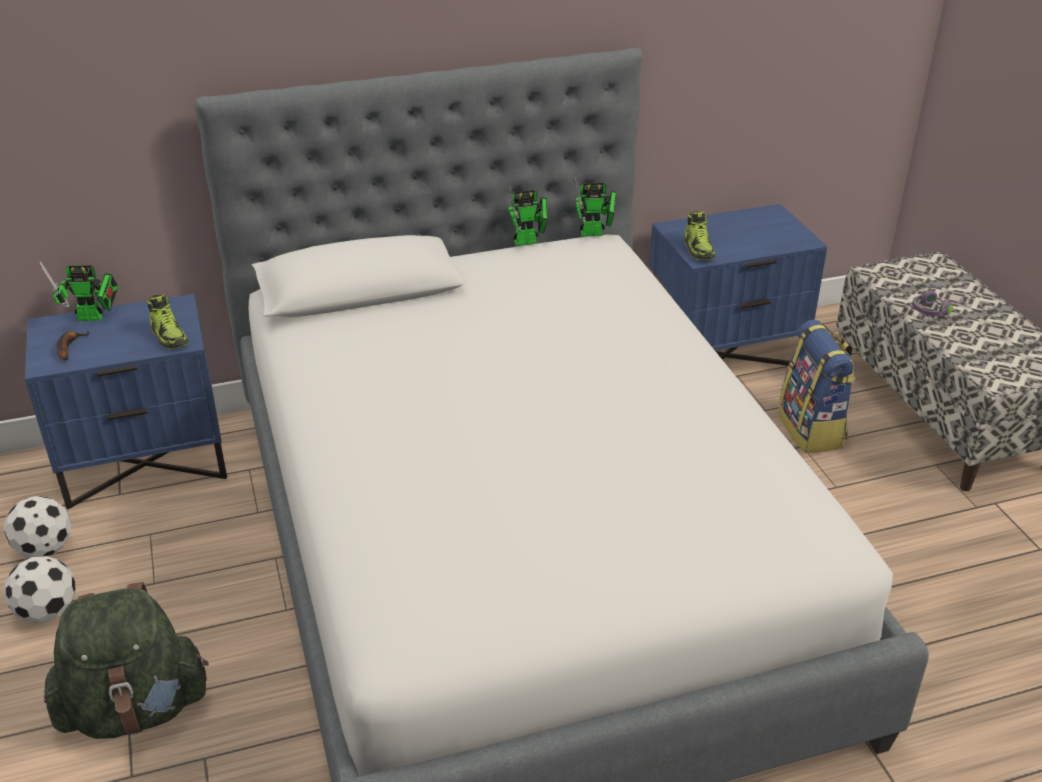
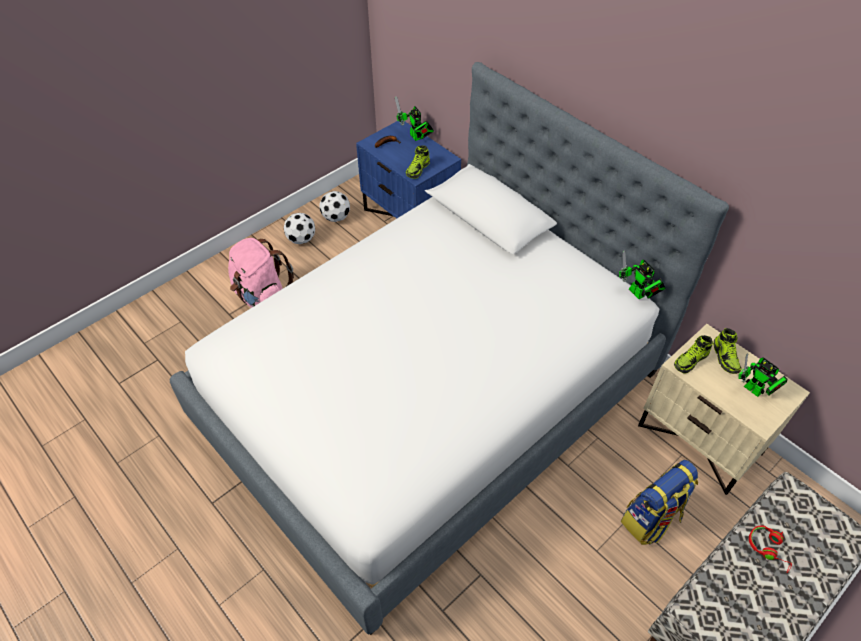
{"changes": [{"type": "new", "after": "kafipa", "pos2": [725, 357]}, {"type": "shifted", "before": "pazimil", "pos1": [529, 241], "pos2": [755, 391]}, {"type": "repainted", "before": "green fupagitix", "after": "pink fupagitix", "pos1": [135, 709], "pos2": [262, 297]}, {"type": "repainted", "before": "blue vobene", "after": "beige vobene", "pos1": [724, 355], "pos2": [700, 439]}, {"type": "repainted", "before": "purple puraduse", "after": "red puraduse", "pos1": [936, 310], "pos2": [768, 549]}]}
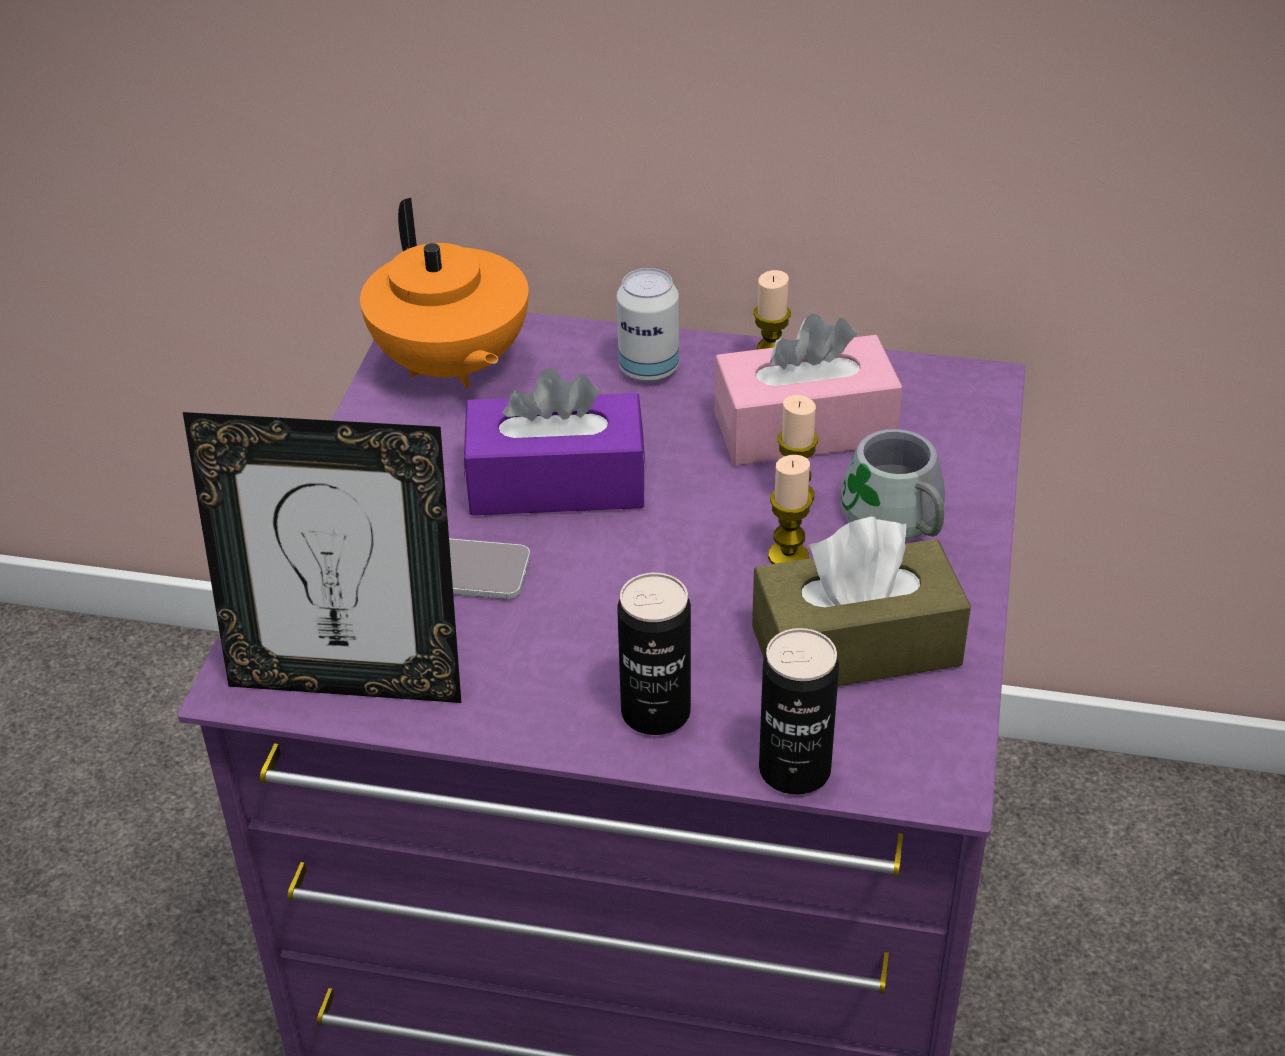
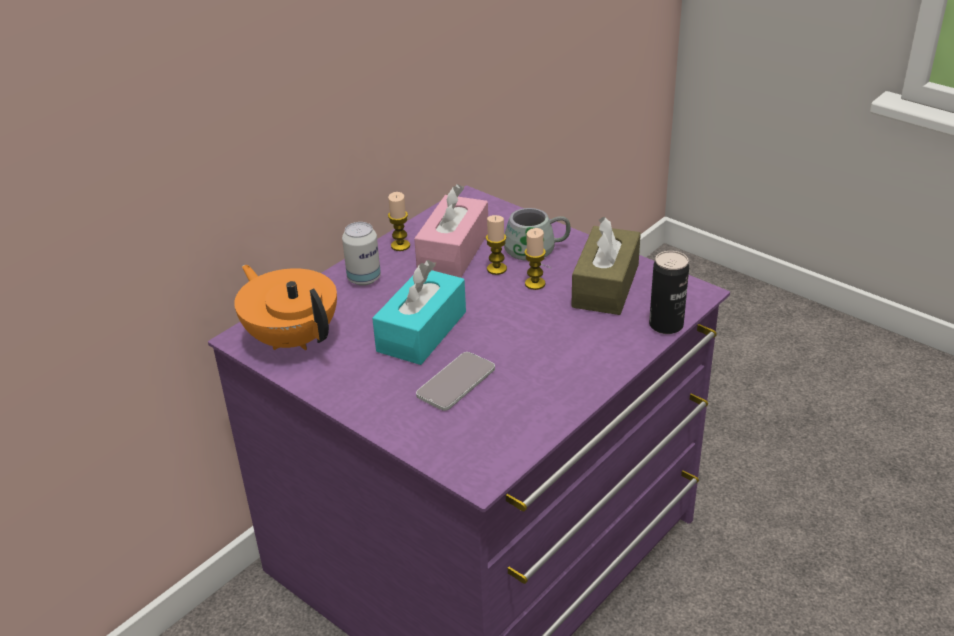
{"changes": [{"type": "gone", "before": "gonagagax", "pos1": [348, 680]}, {"type": "gone", "before": "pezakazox", "pos1": [655, 712]}, {"type": "repainted", "before": "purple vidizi", "after": "turquoise vidizi", "pos1": [556, 483], "pos2": [422, 331]}, {"type": "rotated", "before": "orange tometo", "pos1": [451, 366], "pos2": [292, 338], "turn": -135}]}
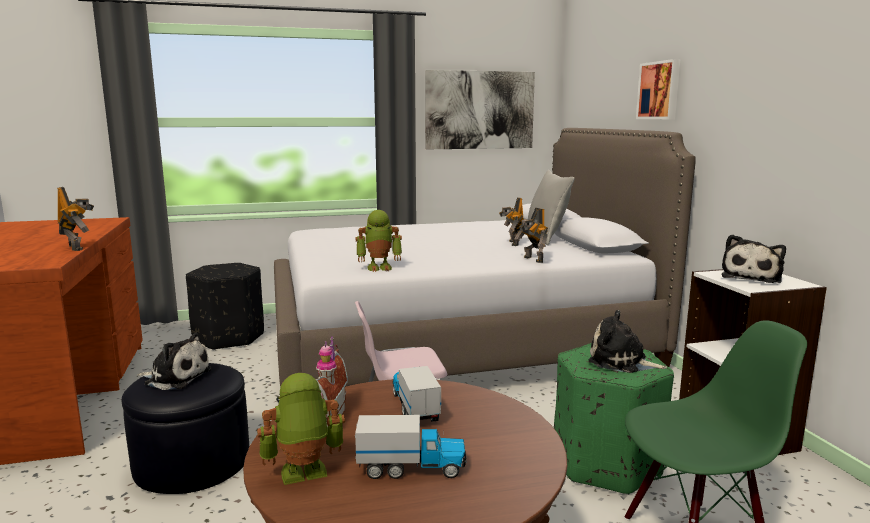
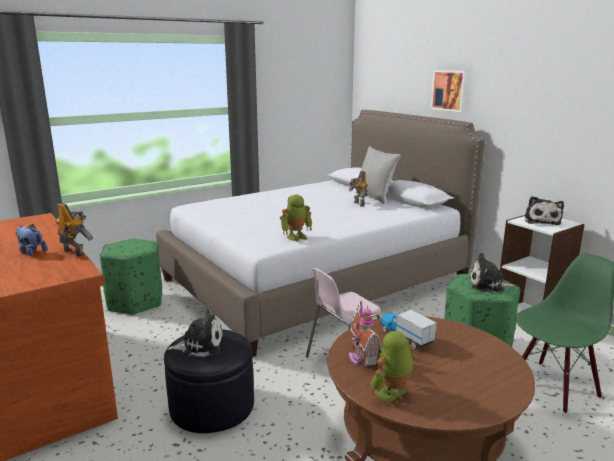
{"changes": [{"type": "gone", "before": "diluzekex", "pos1": [411, 468]}, {"type": "gone", "before": "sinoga", "pos1": [480, 110]}, {"type": "gone", "before": "pazimil", "pos1": [532, 260]}, {"type": "new", "after": "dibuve", "pos2": [31, 252]}, {"type": "repainted", "before": "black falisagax", "after": "green falisagax", "pos1": [229, 337], "pos2": [135, 302]}]}
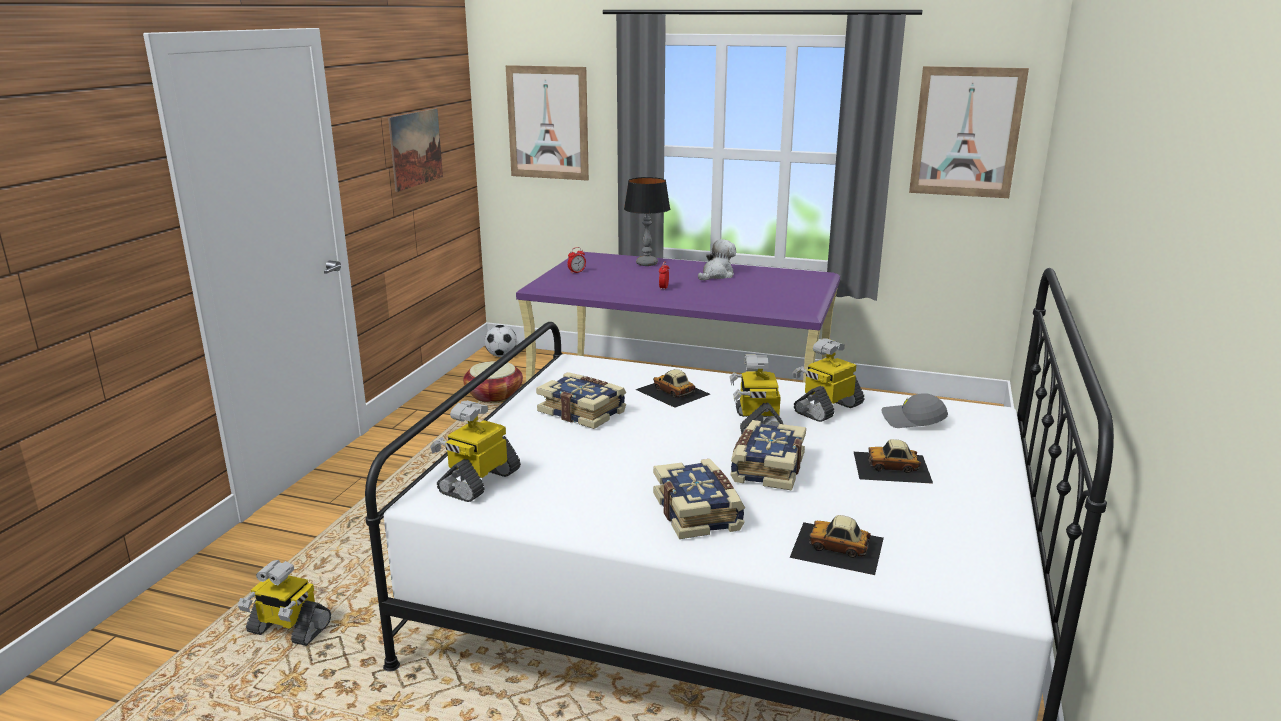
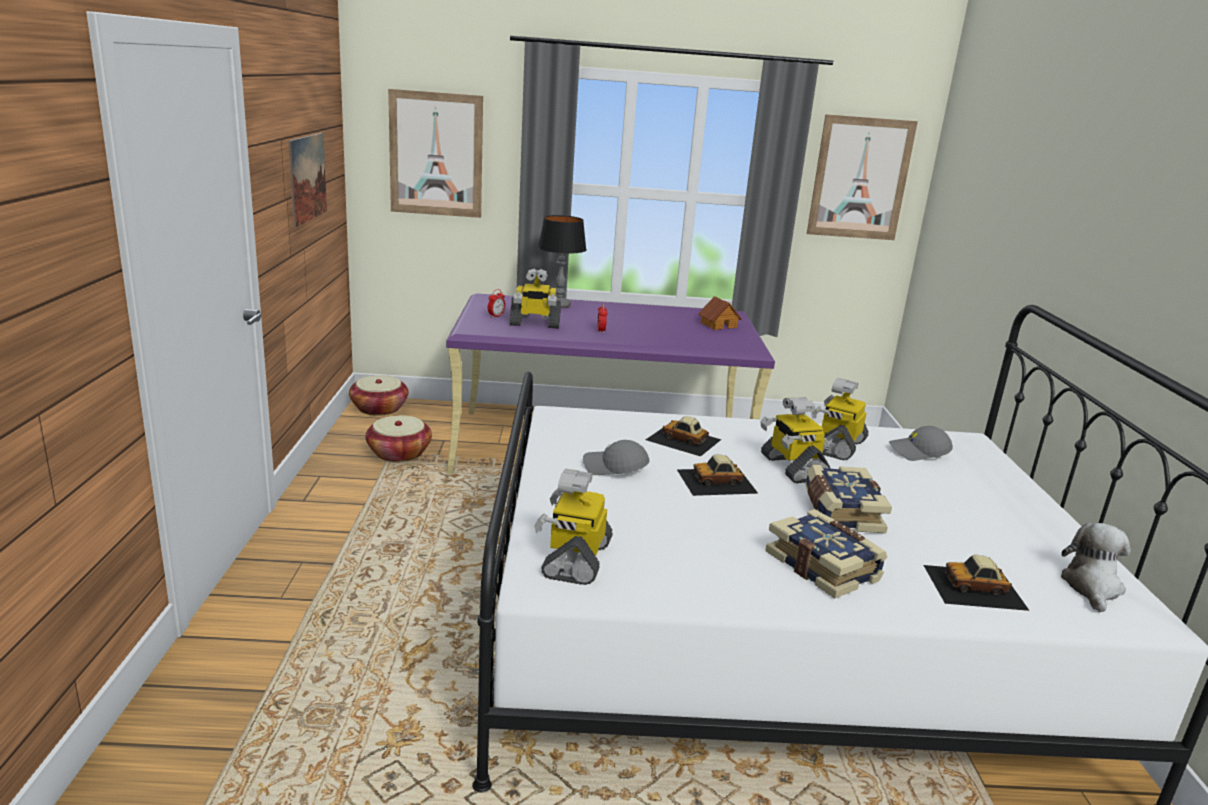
{"changes": [{"type": "new", "after": "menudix", "pos2": [718, 325]}, {"type": "shifted", "before": "pazimil", "pos1": [288, 629], "pos2": [534, 324]}, {"type": "shifted", "before": "dibuve", "pos1": [717, 275], "pos2": [1091, 587]}, {"type": "shifted", "before": "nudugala", "pos1": [892, 467], "pos2": [717, 481]}, {"type": "swapped", "before": "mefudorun", "after": "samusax", "pos1": [501, 356], "pos2": [379, 408]}, {"type": "swapped", "before": "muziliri", "after": "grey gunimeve", "pos1": [583, 412], "pos2": [614, 468]}]}
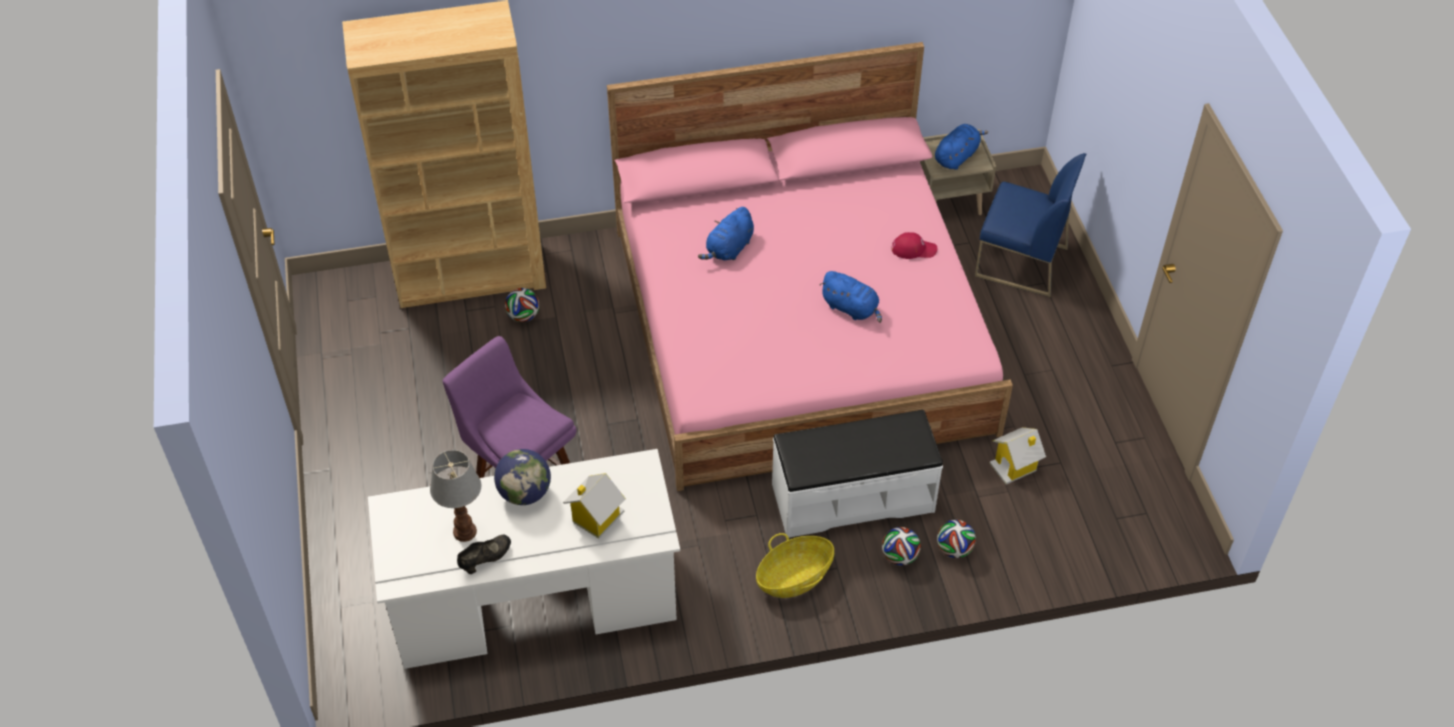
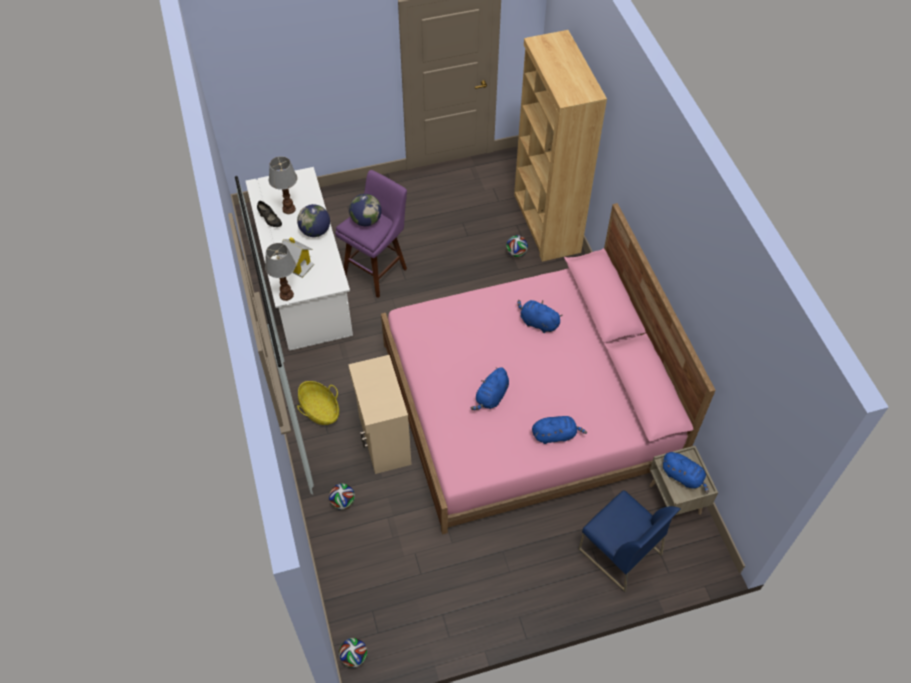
{"changes": [{"type": "gone", "before": "menudix", "pos1": [1015, 466]}, {"type": "new", "after": "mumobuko", "pos2": [287, 295]}, {"type": "new", "after": "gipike", "pos2": [366, 220]}, {"type": "shifted", "before": "mefudorun", "pos1": [899, 556], "pos2": [354, 657]}, {"type": "swapped", "before": "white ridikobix", "after": "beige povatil", "pos1": [852, 497], "pos2": [383, 440]}, {"type": "swapped", "before": "red gunimeve", "after": "blue dibuve", "pos1": [913, 249], "pos2": [555, 435]}, {"type": "rotated", "before": "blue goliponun", "pos1": [1020, 262], "pos2": [619, 551], "turn": -60}]}
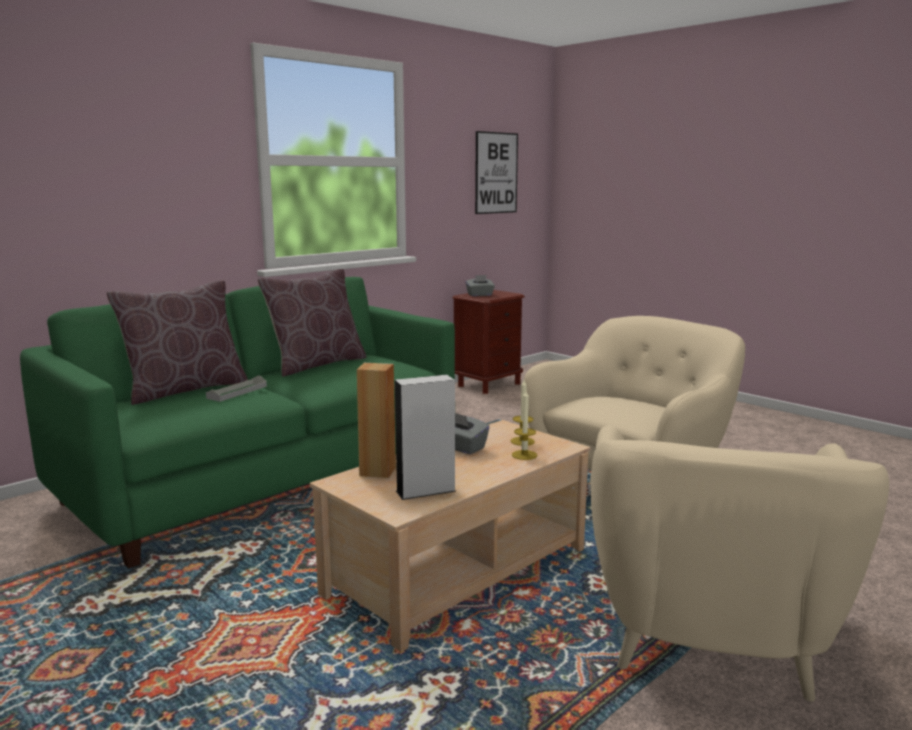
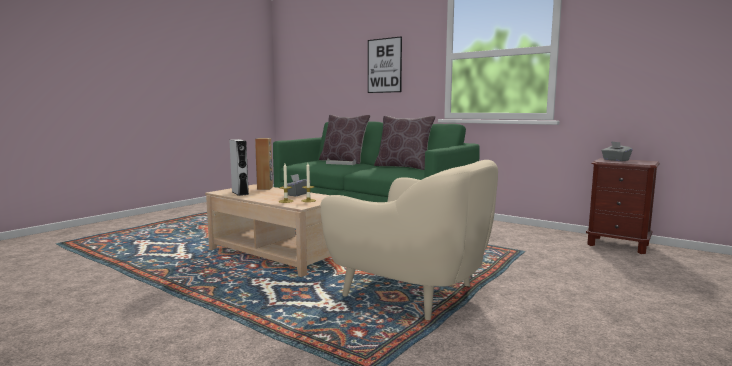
{"changes": [{"type": "gone", "before": "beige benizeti", "pos1": [707, 637]}, {"type": "shifted", "before": "sinoga", "pos1": [496, 173], "pos2": [384, 65]}]}
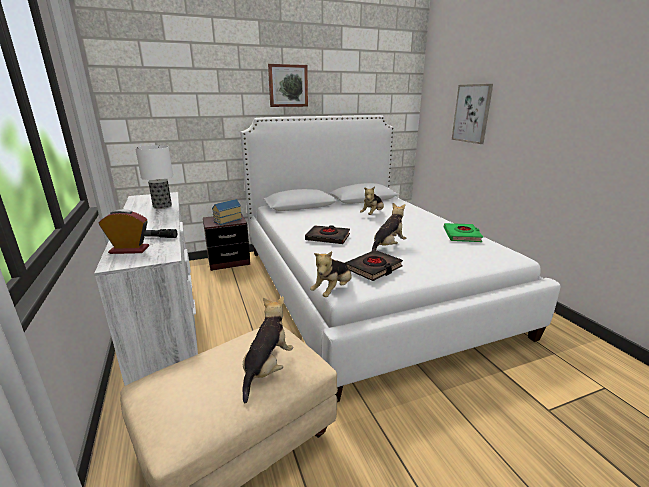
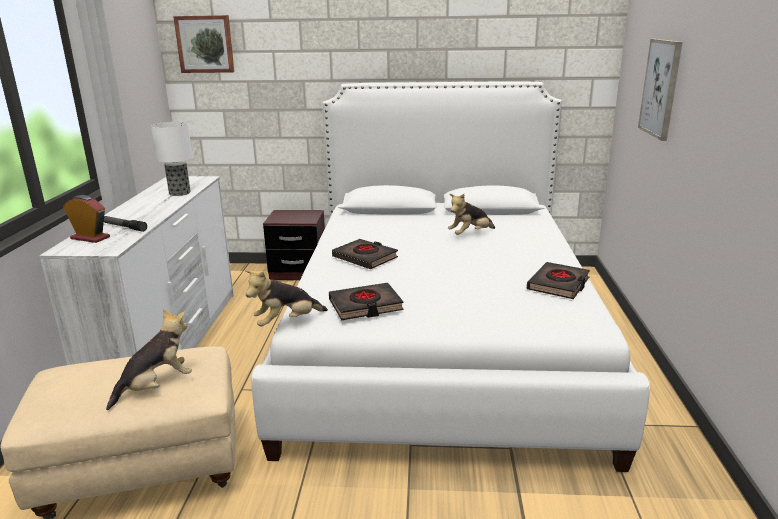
{"changes": [{"type": "gone", "before": "menudix", "pos1": [226, 220]}, {"type": "gone", "before": "dibuve", "pos1": [388, 246]}, {"type": "shifted", "before": "sinoga", "pos1": [288, 86], "pos2": [205, 44]}, {"type": "repainted", "before": "green muziliri", "after": "black muziliri", "pos1": [462, 235], "pos2": [558, 284]}]}
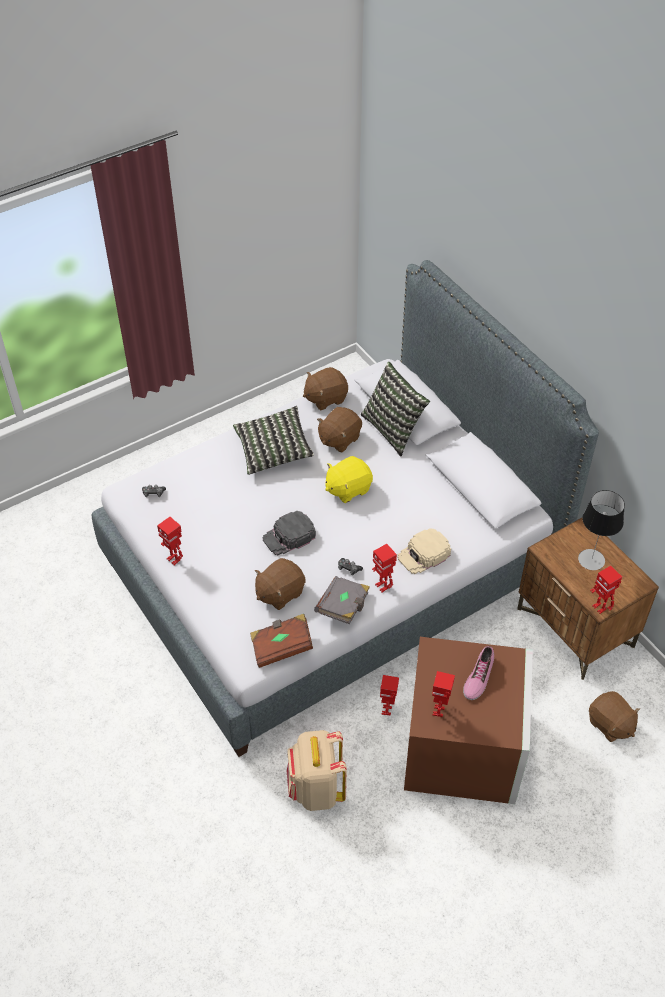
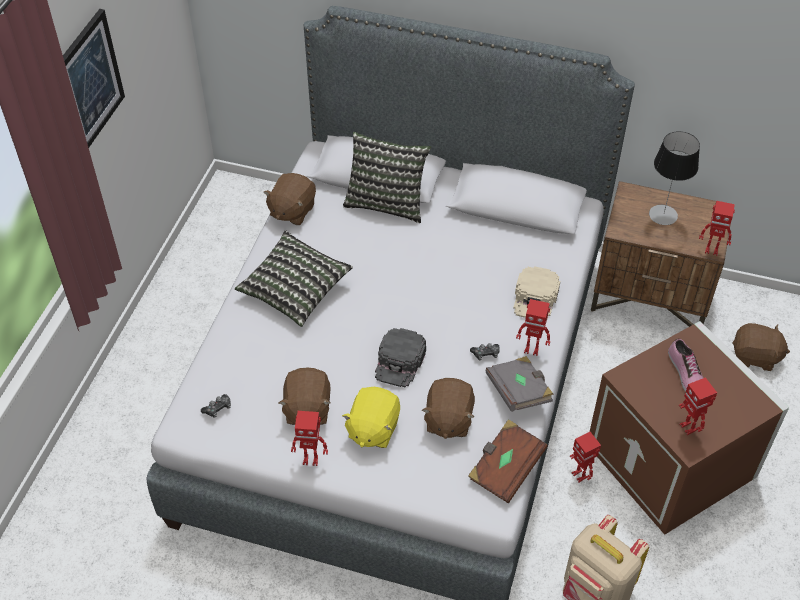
{"changes": [{"type": "new", "after": "sinoga", "pos2": [89, 81]}, {"type": "shifted", "before": "brown dibuve", "pos1": [339, 439], "pos2": [307, 409]}, {"type": "shifted", "before": "yellow dibuve", "pos1": [348, 488], "pos2": [372, 429]}]}
